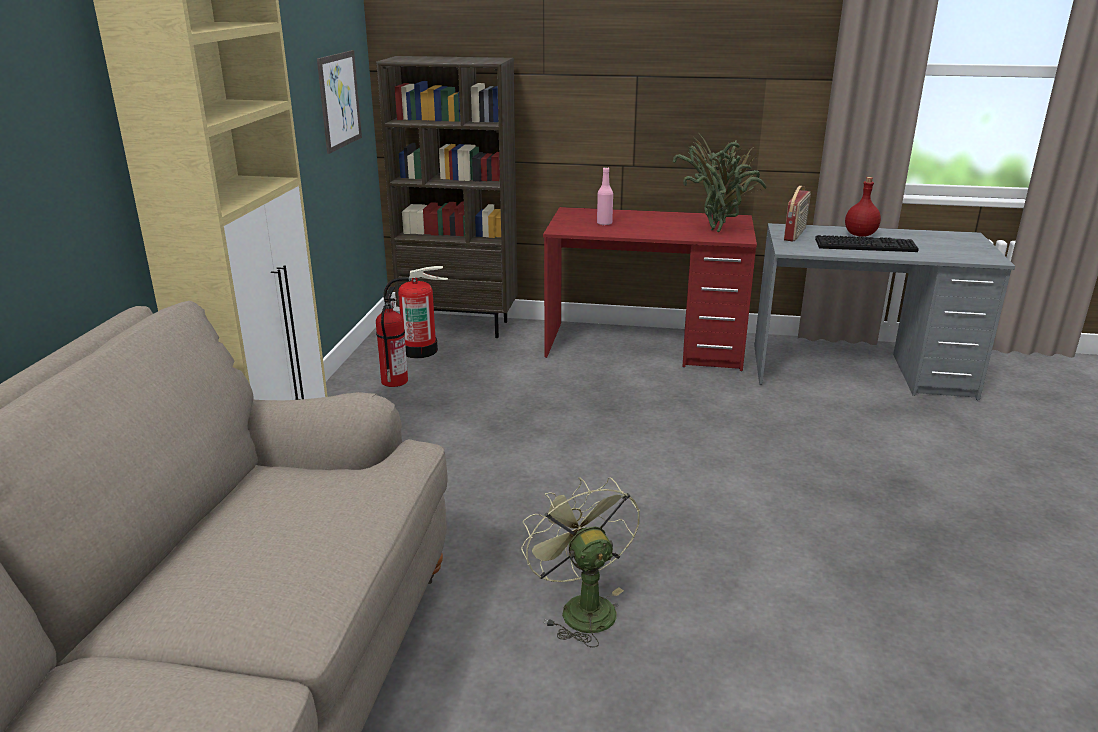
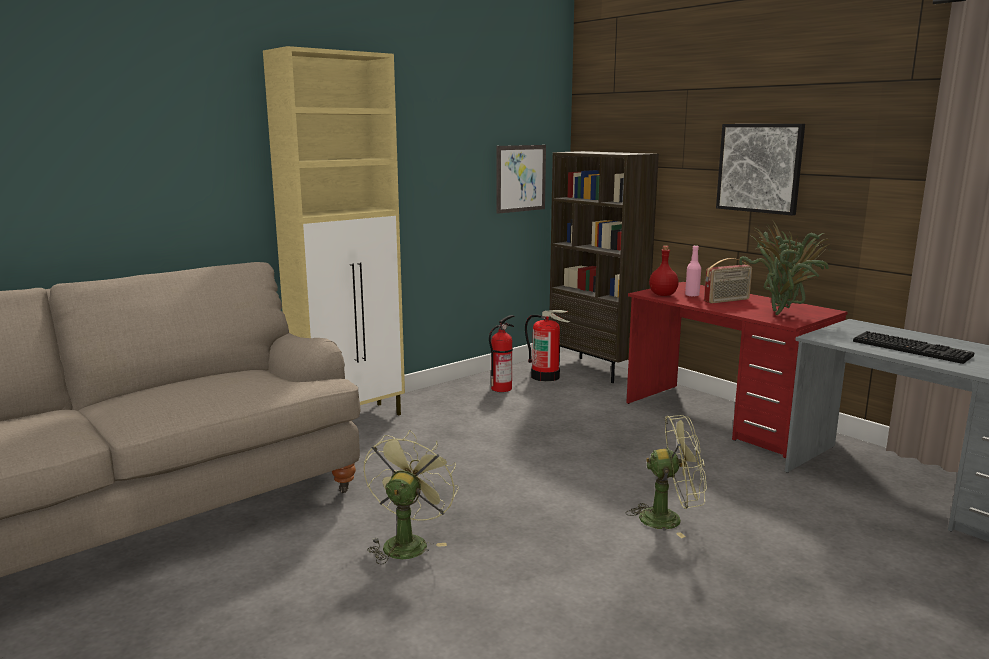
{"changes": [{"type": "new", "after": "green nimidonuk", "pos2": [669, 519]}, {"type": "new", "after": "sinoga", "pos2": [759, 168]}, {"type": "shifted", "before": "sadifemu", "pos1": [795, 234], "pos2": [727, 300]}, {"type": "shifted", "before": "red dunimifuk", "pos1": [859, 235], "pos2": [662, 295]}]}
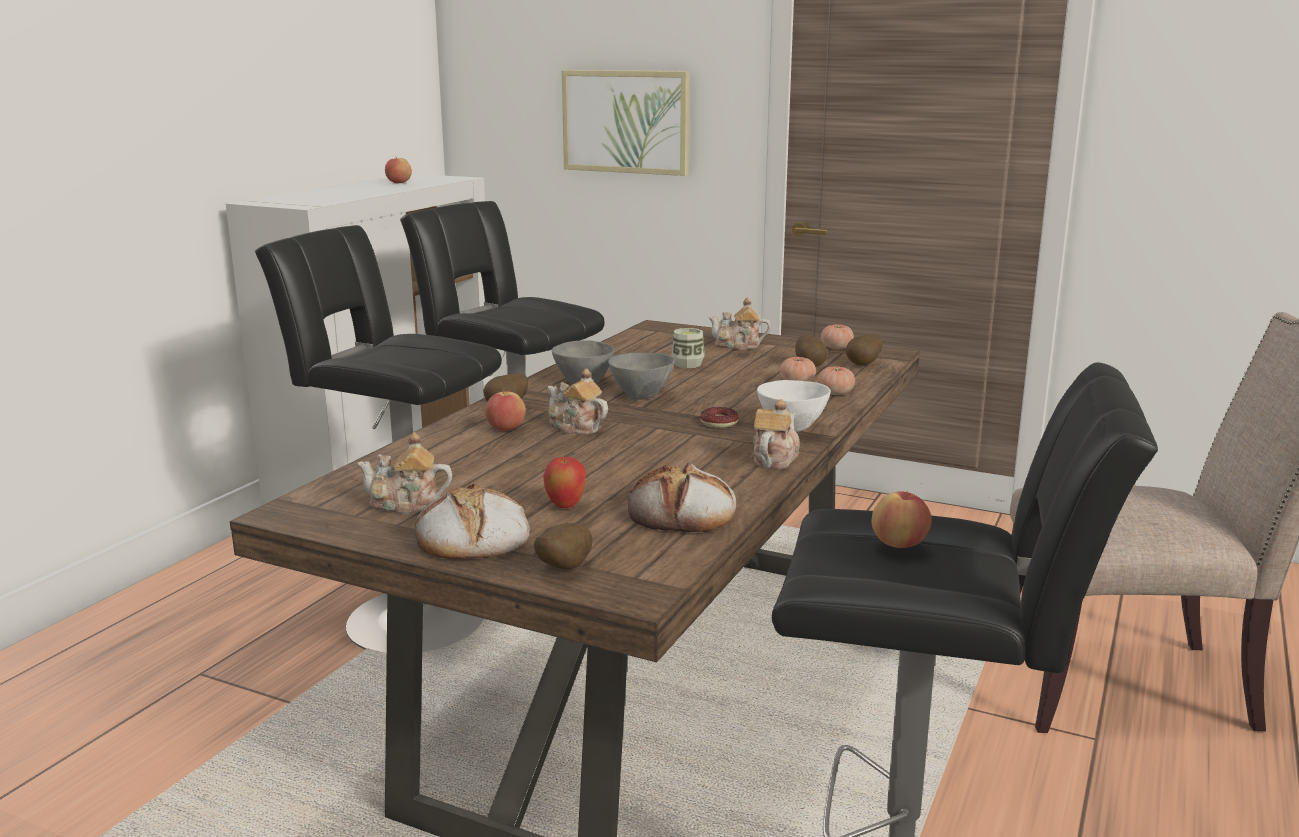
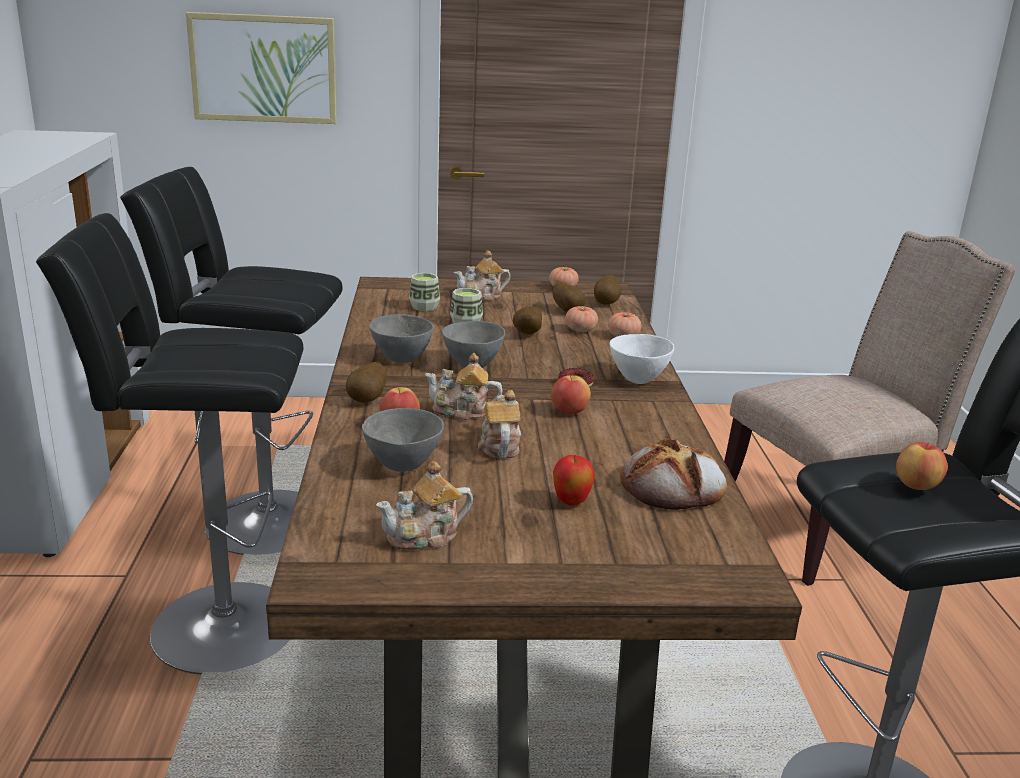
{"changes": [{"type": "gone", "before": "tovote", "pos1": [471, 537]}, {"type": "new", "after": "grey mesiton", "pos2": [403, 466]}, {"type": "new", "after": "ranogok", "pos2": [424, 307]}, {"type": "shifted", "before": "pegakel", "pos1": [398, 183], "pos2": [569, 411]}, {"type": "shifted", "before": "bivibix", "pos1": [562, 569], "pos2": [526, 334]}, {"type": "shifted", "before": "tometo", "pos1": [774, 459], "pos2": [499, 446]}]}
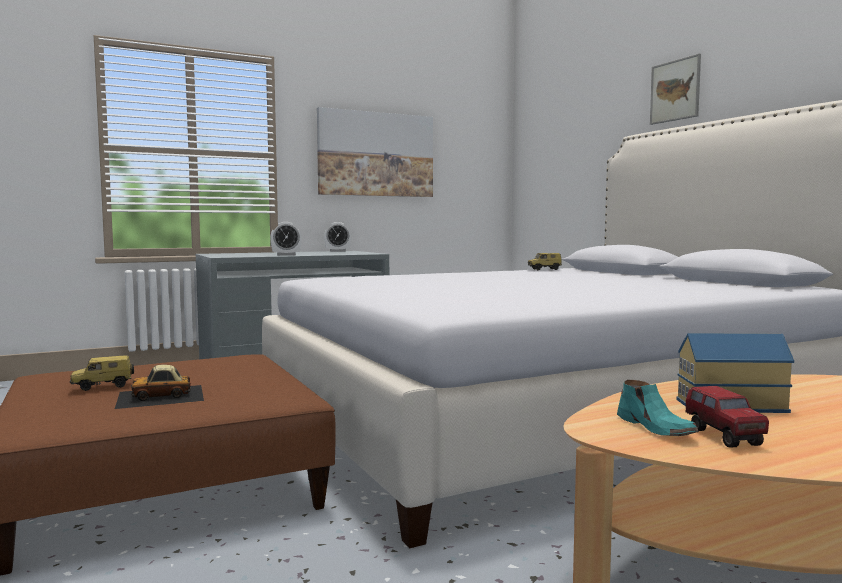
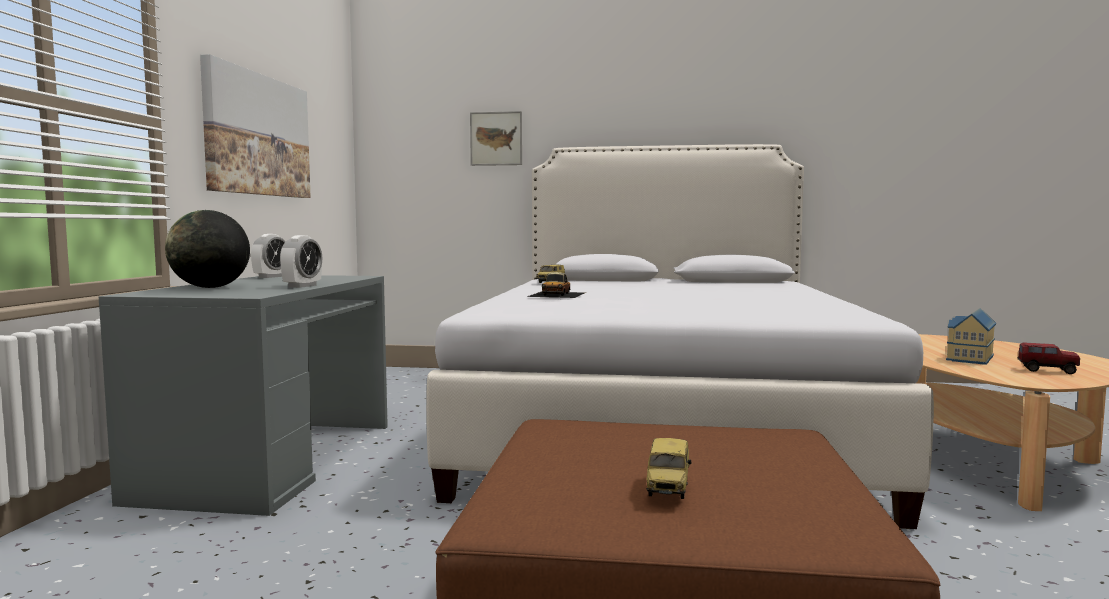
{"changes": [{"type": "gone", "before": "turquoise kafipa", "pos1": [656, 428]}, {"type": "new", "after": "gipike", "pos2": [210, 287]}, {"type": "shifted", "before": "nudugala", "pos1": [161, 396], "pos2": [557, 294]}, {"type": "shifted", "before": "sinoga", "pos1": [675, 90], "pos2": [496, 138]}]}
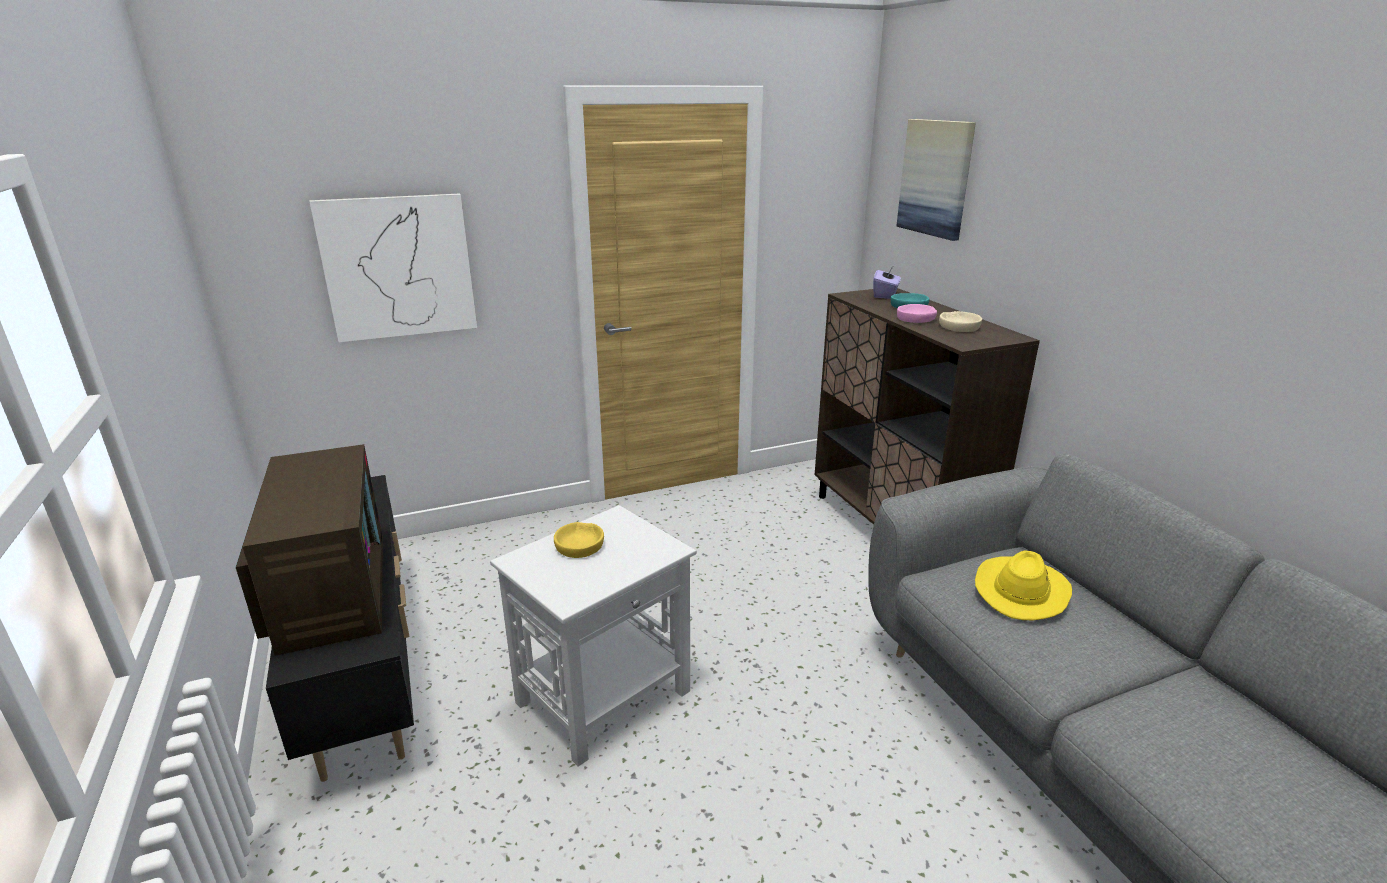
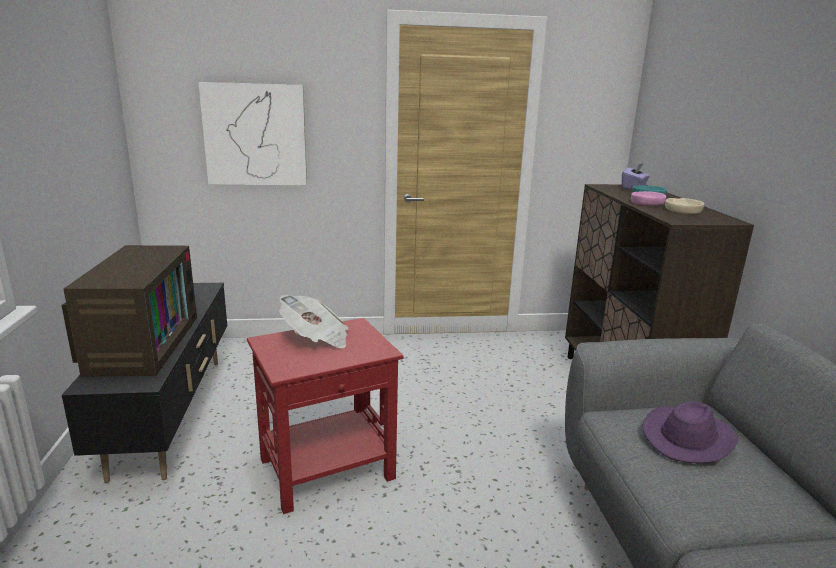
{"changes": [{"type": "gone", "before": "sinoga", "pos1": [936, 178]}, {"type": "swapped", "before": "yellow mesiton", "after": "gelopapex", "pos1": [579, 546], "pos2": [316, 338]}, {"type": "repainted", "before": "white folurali", "after": "red folurali", "pos1": [605, 696], "pos2": [328, 468]}, {"type": "repainted", "before": "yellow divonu", "after": "purple divonu", "pos1": [1021, 590], "pos2": [688, 438]}]}
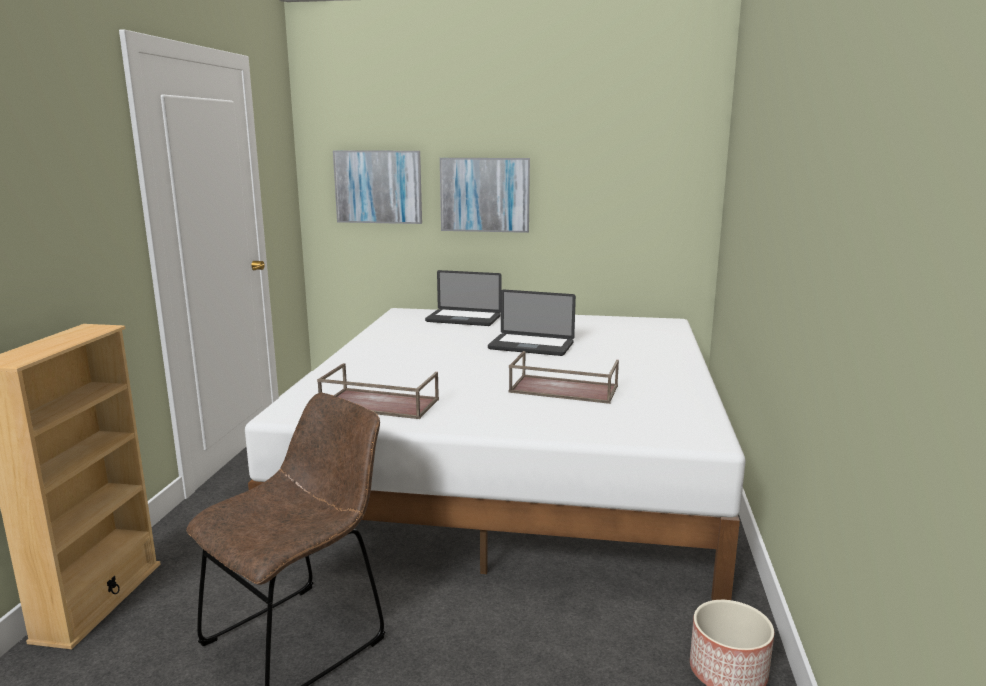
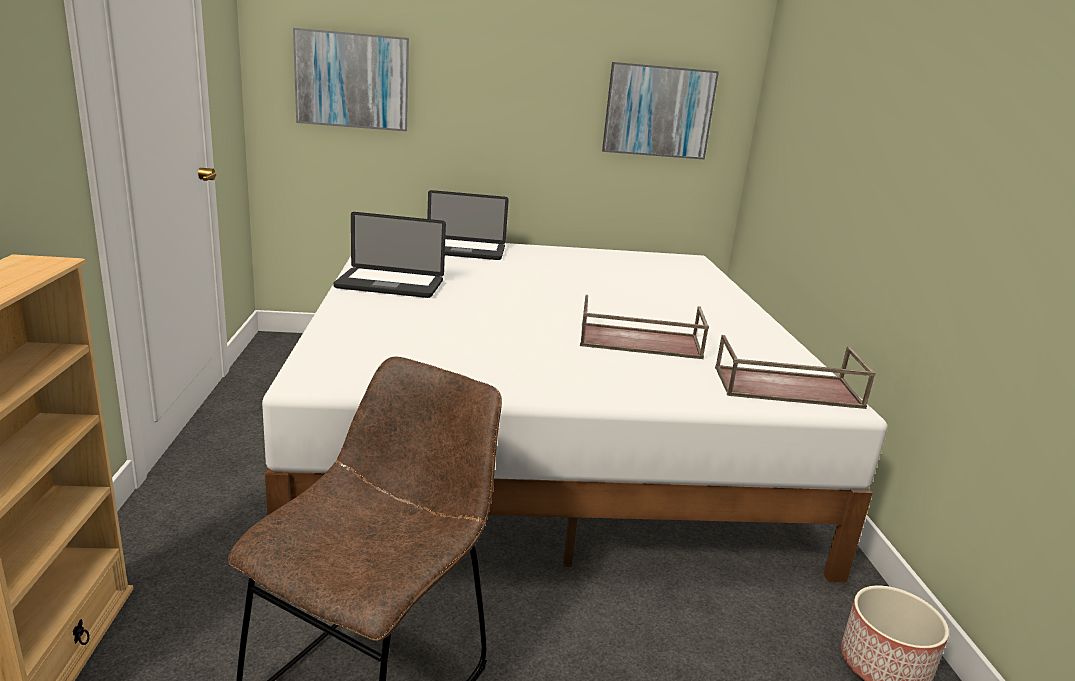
{"changes": [{"type": "shifted", "before": "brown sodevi", "pos1": [378, 404], "pos2": [786, 388]}, {"type": "shifted", "before": "sinoga", "pos1": [485, 194], "pos2": [658, 111]}, {"type": "shifted", "before": "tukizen", "pos1": [531, 346], "pos2": [390, 285]}]}
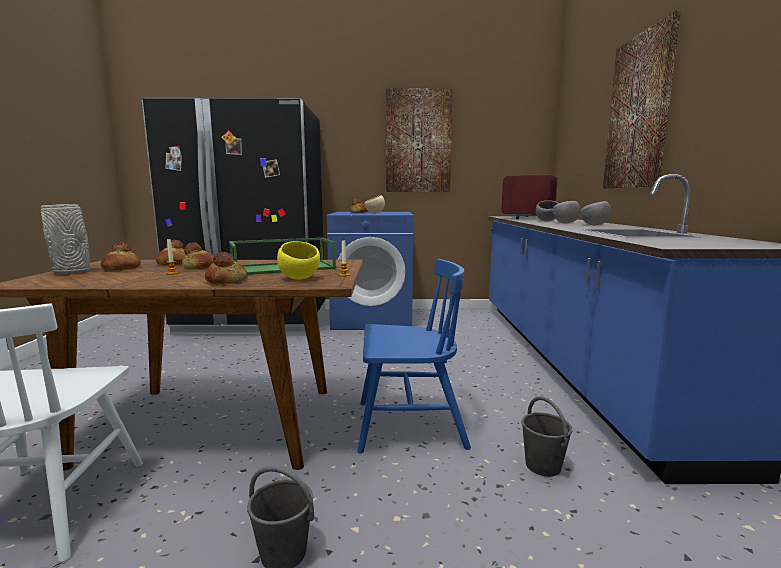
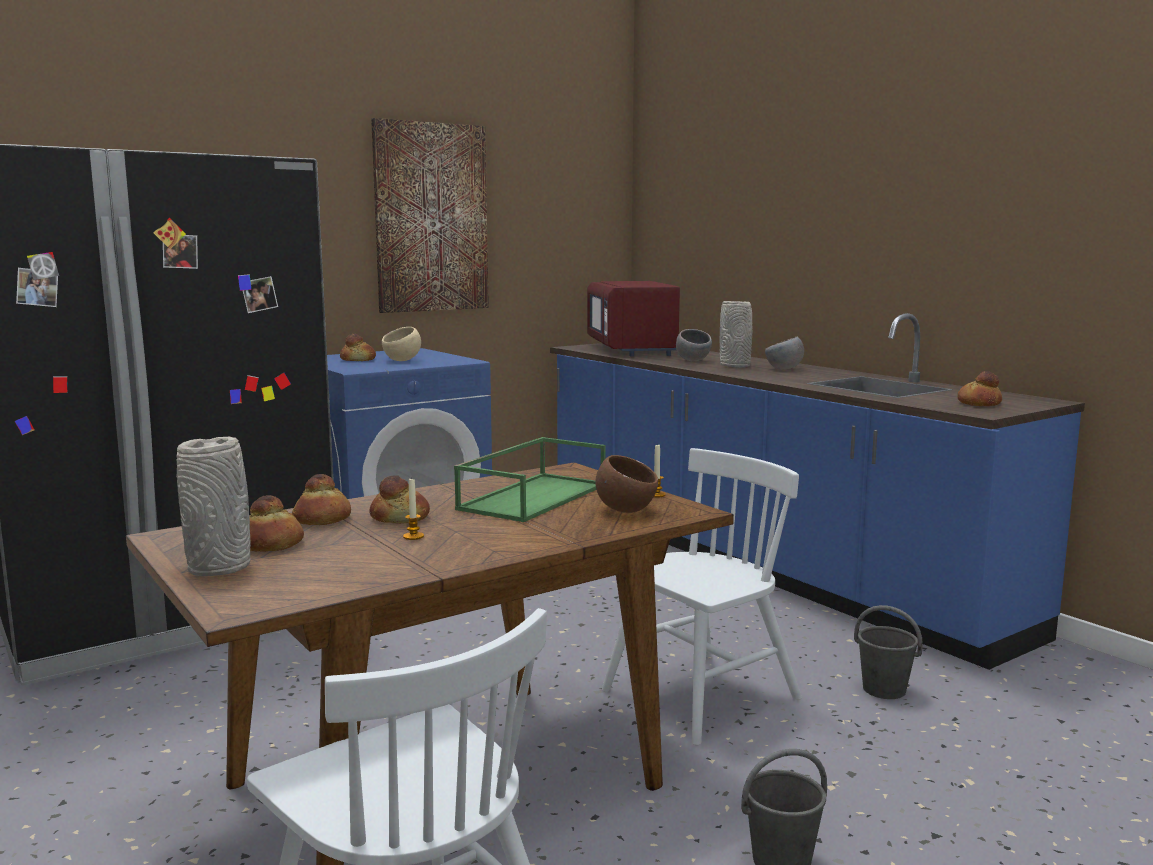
{"changes": [{"type": "gone", "before": "sinoga", "pos1": [638, 112]}, {"type": "shifted", "before": "tovote", "pos1": [226, 281], "pos2": [978, 403]}, {"type": "swapped", "before": "grey mesiton", "after": "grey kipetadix", "pos1": [565, 223], "pos2": [735, 366]}, {"type": "repainted", "before": "yellow mesiton", "after": "brown mesiton", "pos1": [299, 278], "pos2": [625, 510]}, {"type": "repainted", "before": "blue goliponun", "after": "white goliponun", "pos1": [409, 425], "pos2": [700, 696]}]}
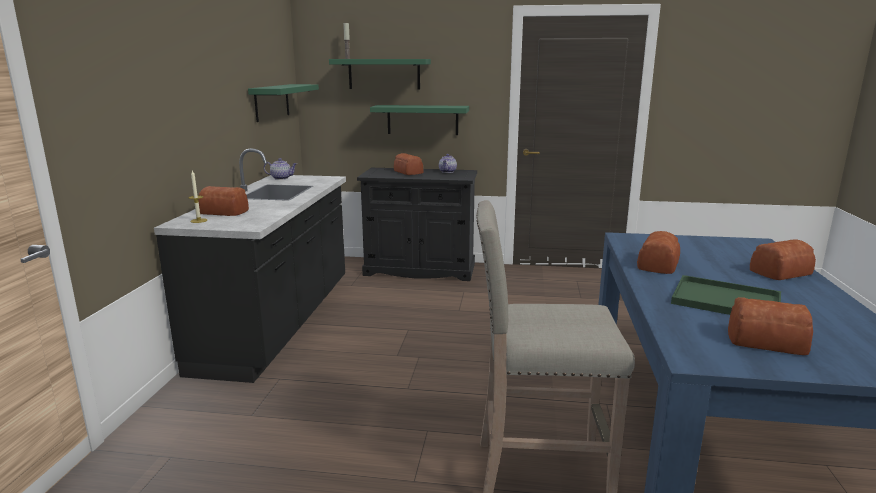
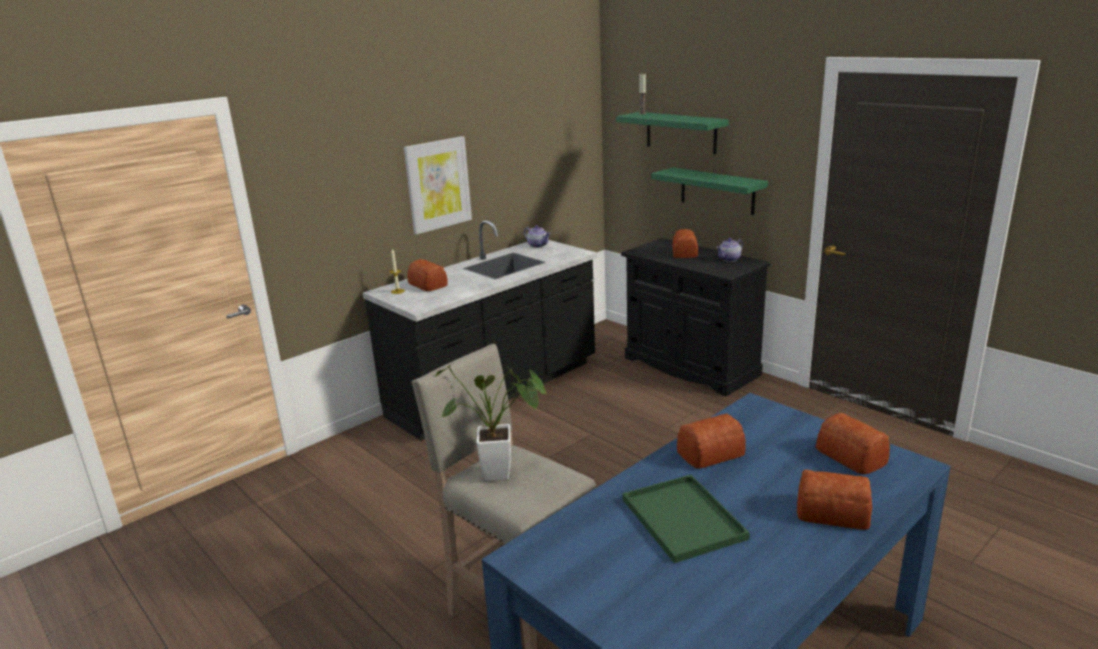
{"changes": [{"type": "gone", "before": "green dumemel", "pos1": [272, 102]}, {"type": "new", "after": "sinoga", "pos2": [438, 184]}, {"type": "new", "after": "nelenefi", "pos2": [504, 474]}, {"type": "shifted", "before": "tovote", "pos1": [764, 340], "pos2": [850, 455]}]}
